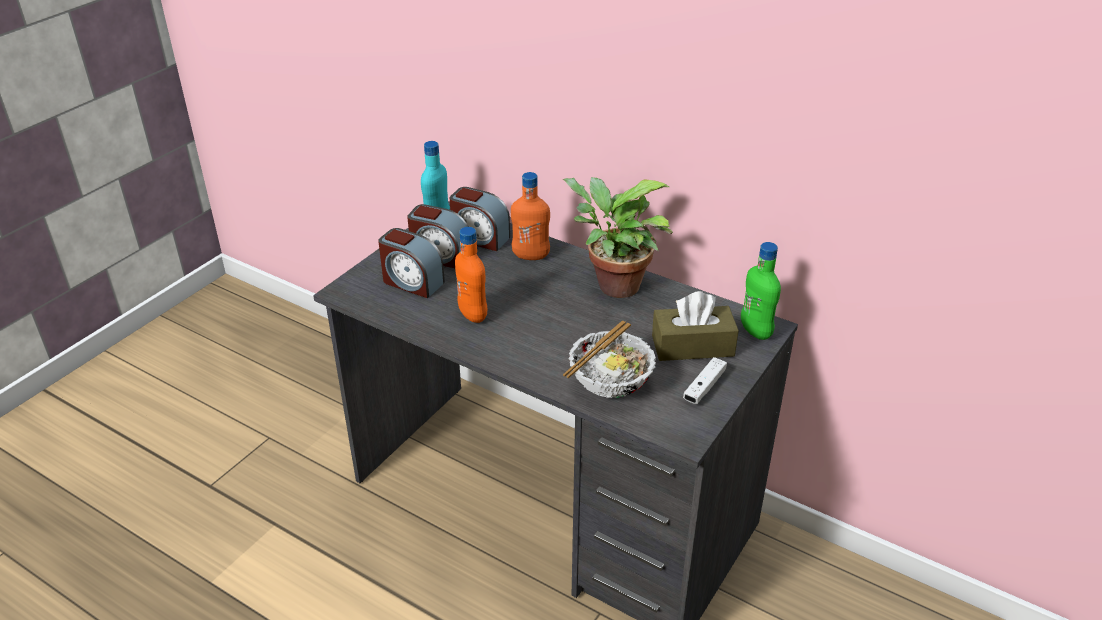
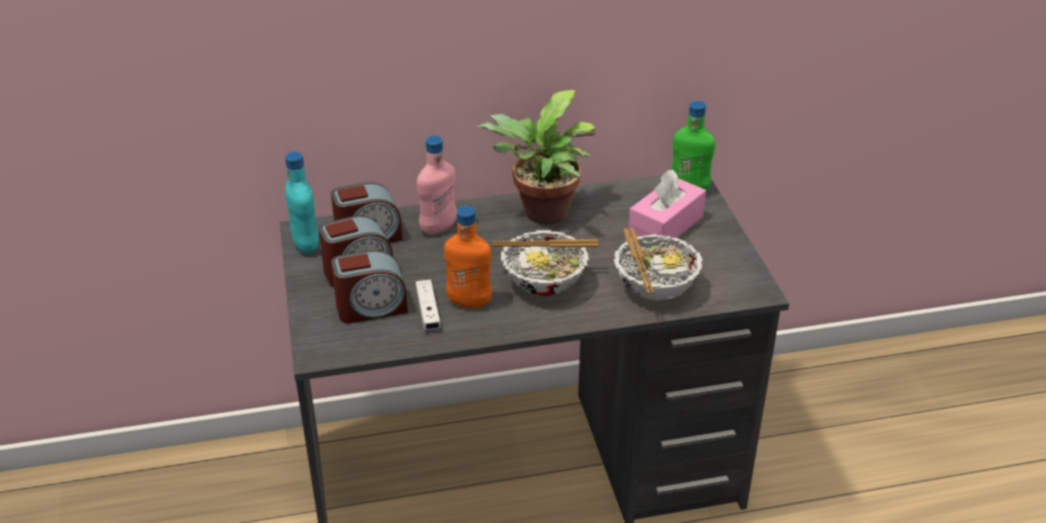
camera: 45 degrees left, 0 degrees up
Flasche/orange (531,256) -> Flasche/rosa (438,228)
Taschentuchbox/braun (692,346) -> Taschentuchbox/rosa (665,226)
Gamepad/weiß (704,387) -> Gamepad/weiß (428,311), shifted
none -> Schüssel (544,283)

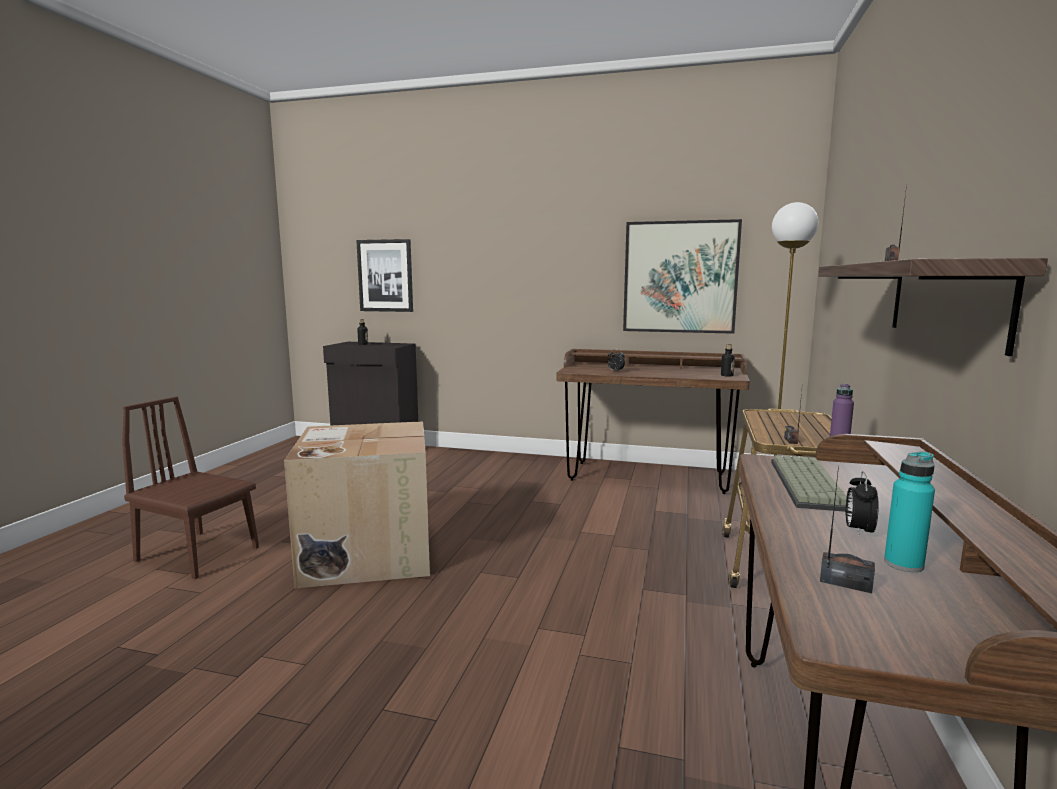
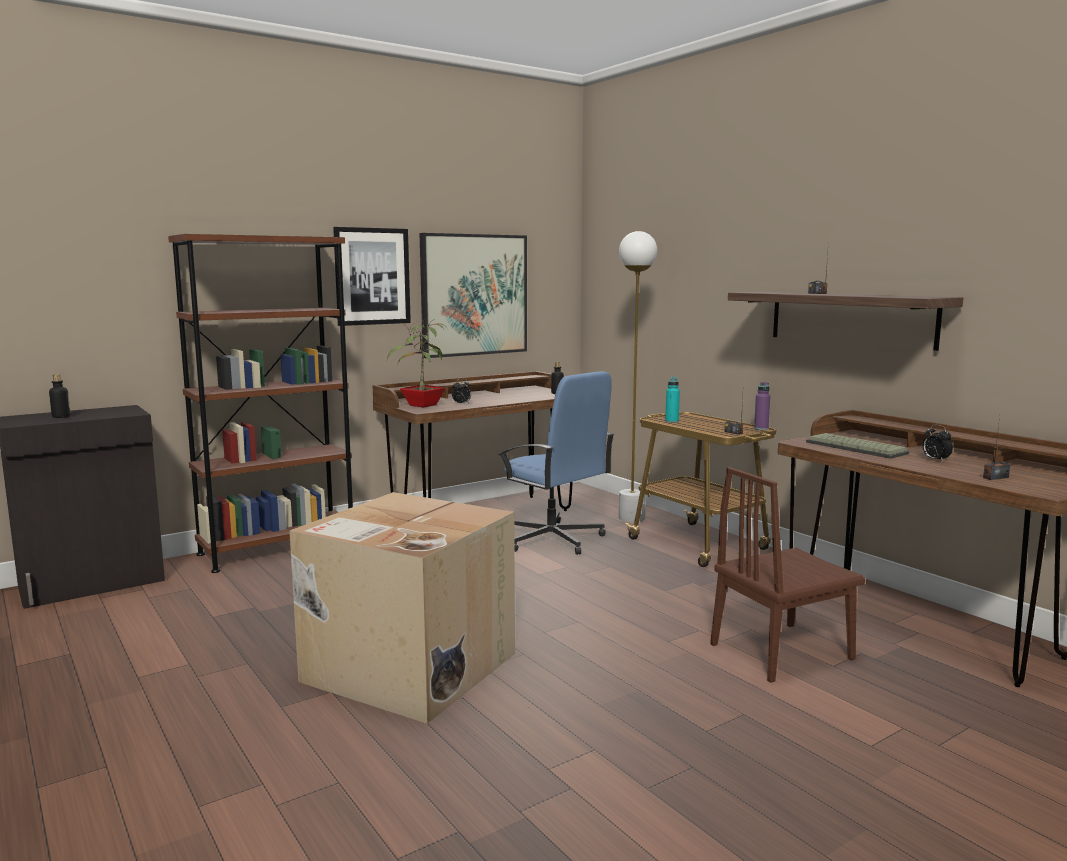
camera: 50 degrees left, 0 degrees up
Bild (385,275) -> Bild (372,276), shifted
Stuhl/braun (198,554) -> Stuhl/braun (781,651), shifted
Flasche/türkis (903,564) -> Flasche/türkis (671,421), shifted
none -> Bücherregal/braun (277,549)
none -> Topfpflanze (421,405)
none -> Bürostuhl/blau (552,539)

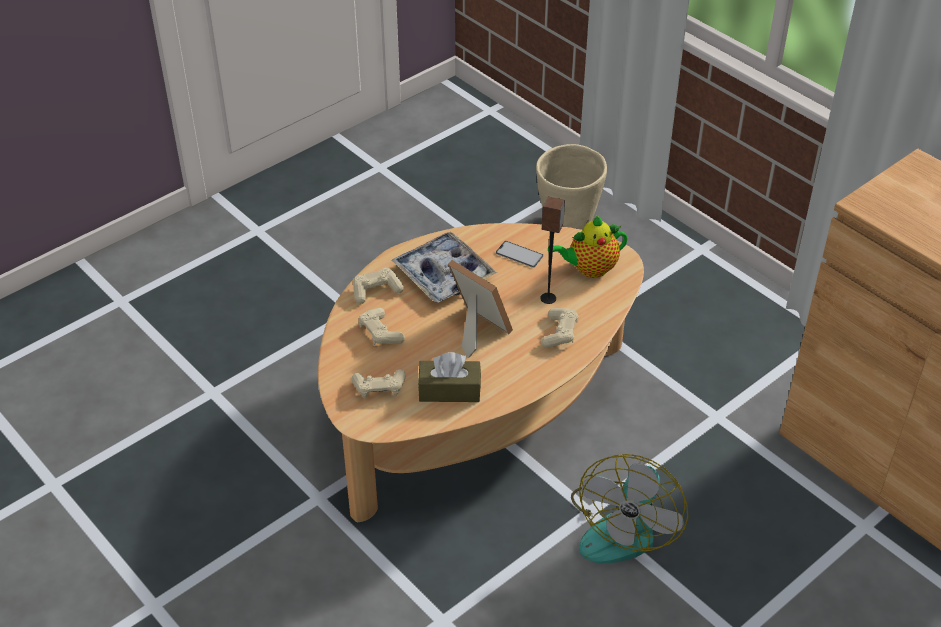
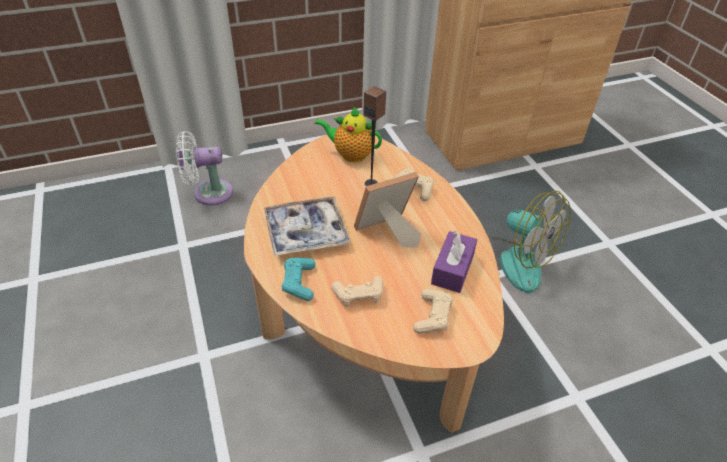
camera: 70 degrees left, 0 degrees up
Pflanzkübel/beige (567,225) -> Ventilator/weiß (209,193)
Teekanne (589,269) -> Teekanne (351,154), 105 degrees clockwise
Handy (519,254) -> none
Gamepad/beige (376,291) -> Gamepad/türkis (299,283)
Taschentuchbox/braun (449,390) -> Taschentuchbox/lila (452,269)

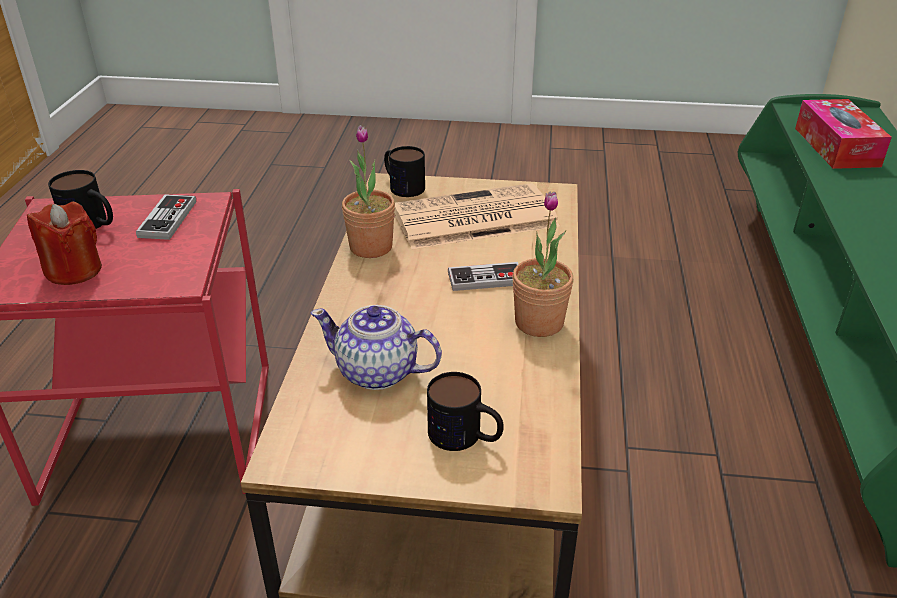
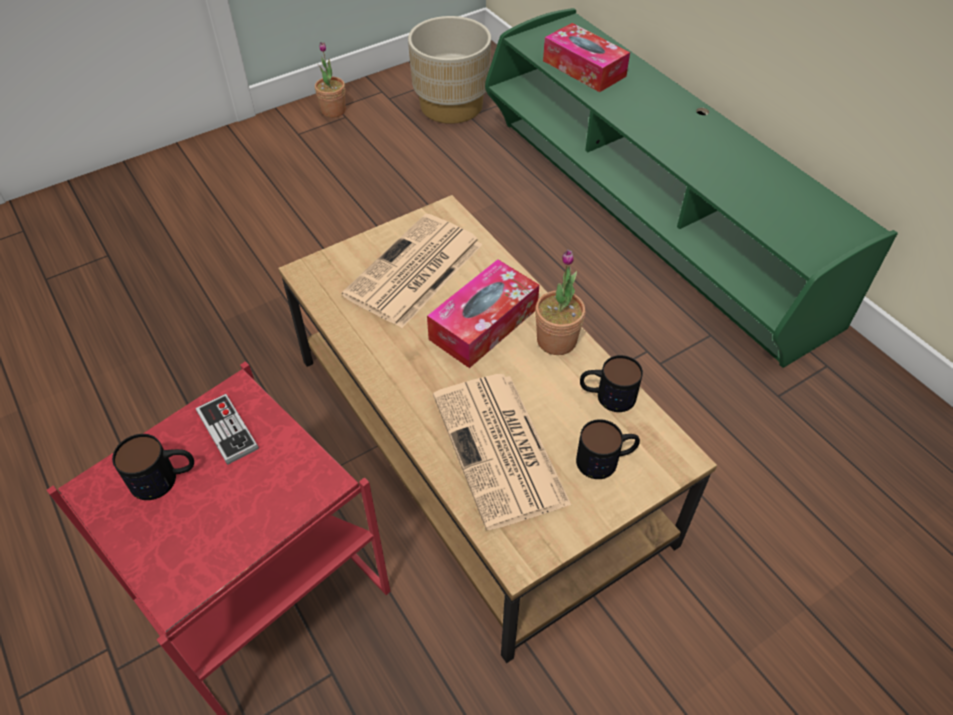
camera: 40 degrees left, 15 degrees up
Topfpflanze (371,247) -> Topfpflanze (333,110), shifted
Henkelbecher (402,185) -> Henkelbecher (607,395), shifted
Kerze/rot (74,271) -> none
Gamepad (485,279) -> Taschentuchbox (483,324)
Teekanne (378,372) -> Zeitung (501,450)
none -> Pflanzkübel/beige (451,106)

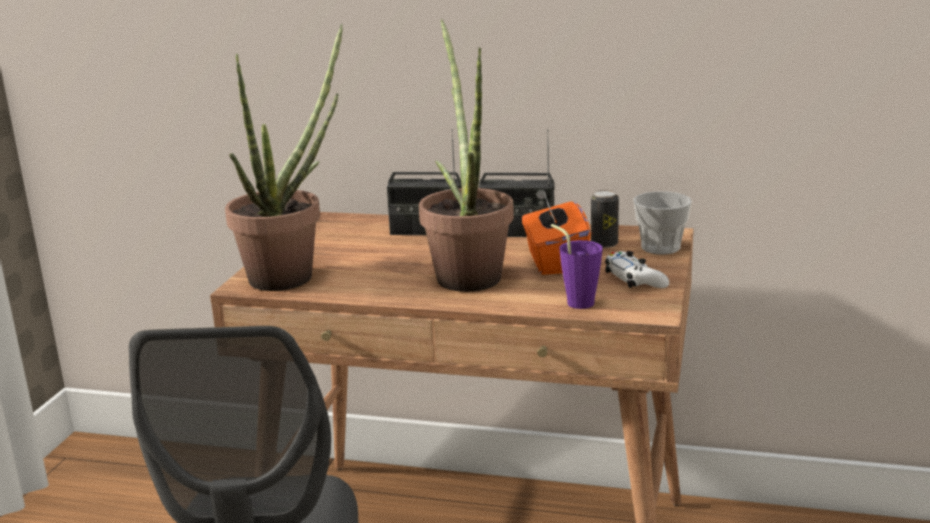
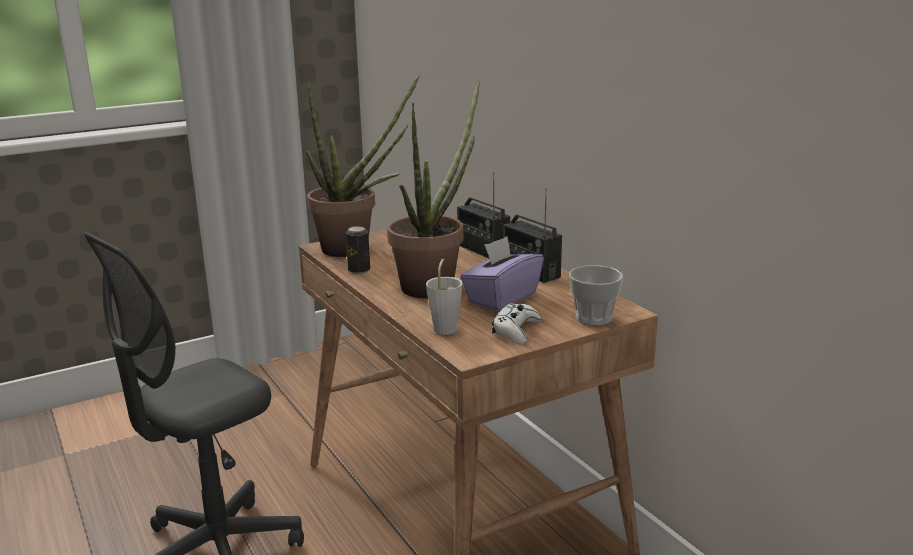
camera: 45 degrees right, 0 degrees up
Taschentuchbox/orange (554,261) -> Taschentuchbox/lila (501,298)
Dose (604,244) -> Dose (359,270), shifted
Tasse/lila (576,301) -> Tasse/grau (446,327)

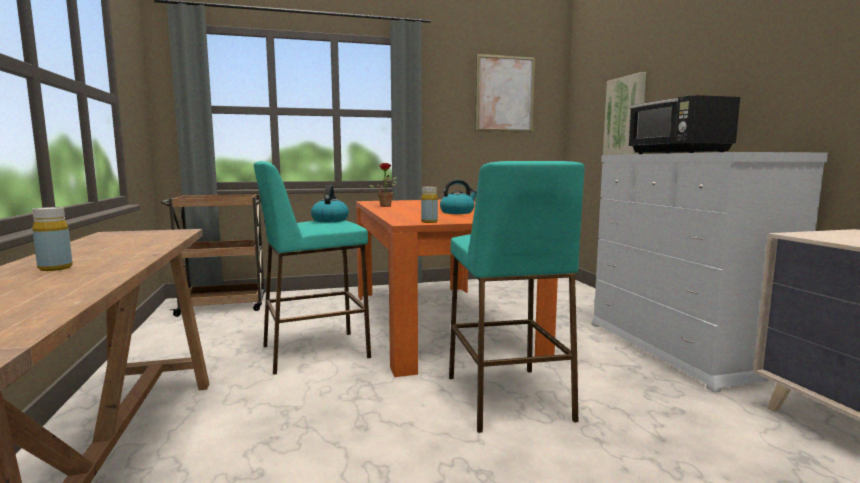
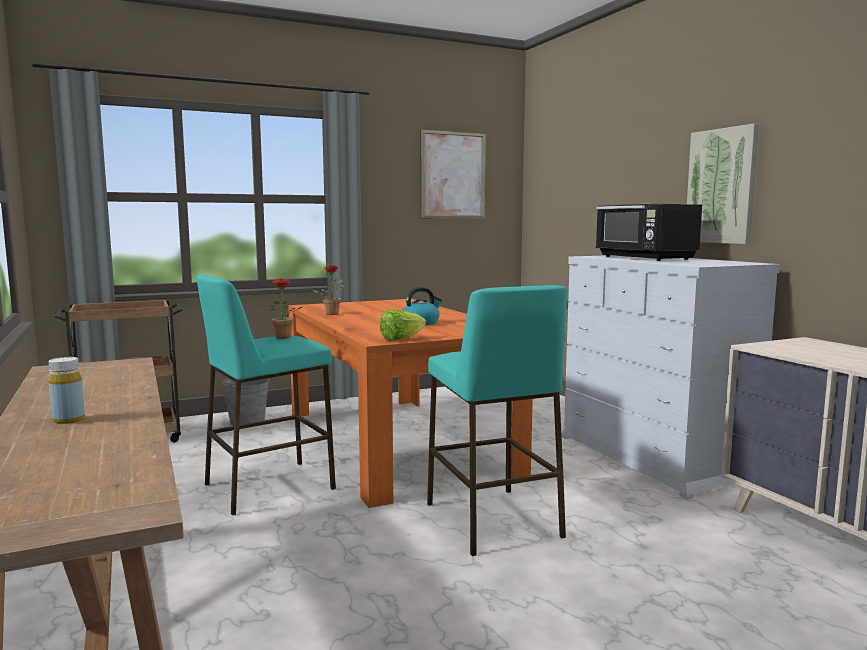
camera: 10 degrees left, 0 degrees up
Bild (625,118) -> Bild (722,186), shifted
Wasserkessel (330,220) -> Topfpflanze (283,338)
Flasche/gelb (429,222) -> Salatkopf (401,339)
none -> Eimer/grau (247,422)

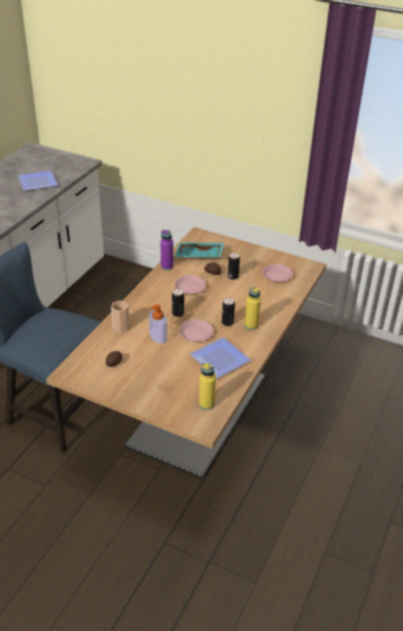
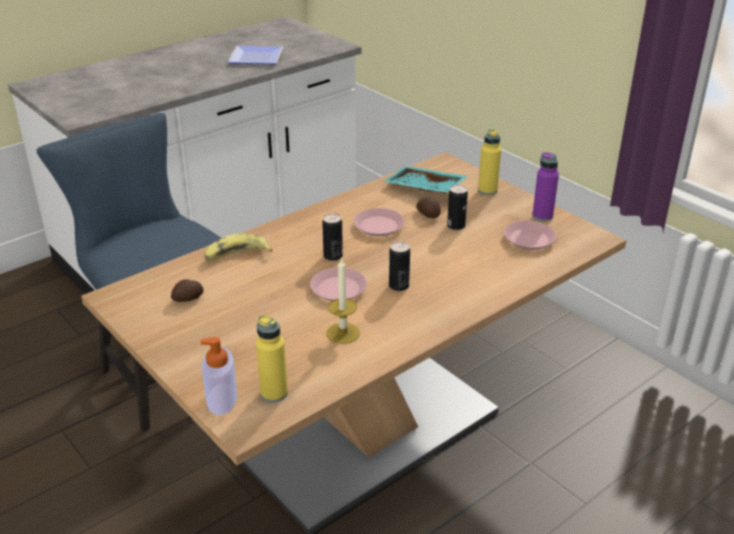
camera: 25 degrees right, 5 degrees down
Flasche/lila (167,266) -> Flasche/lila (542,216), shifted
Flasche/gelb (251,325) -> Flasche/gelb (487,190), shifted
Tasse (121,327) -> Banane (236,255)
Seifenspender (158,336) -> Seifenspender (222,399), shifted
Teller (217,359) -> Kerze (343,333)

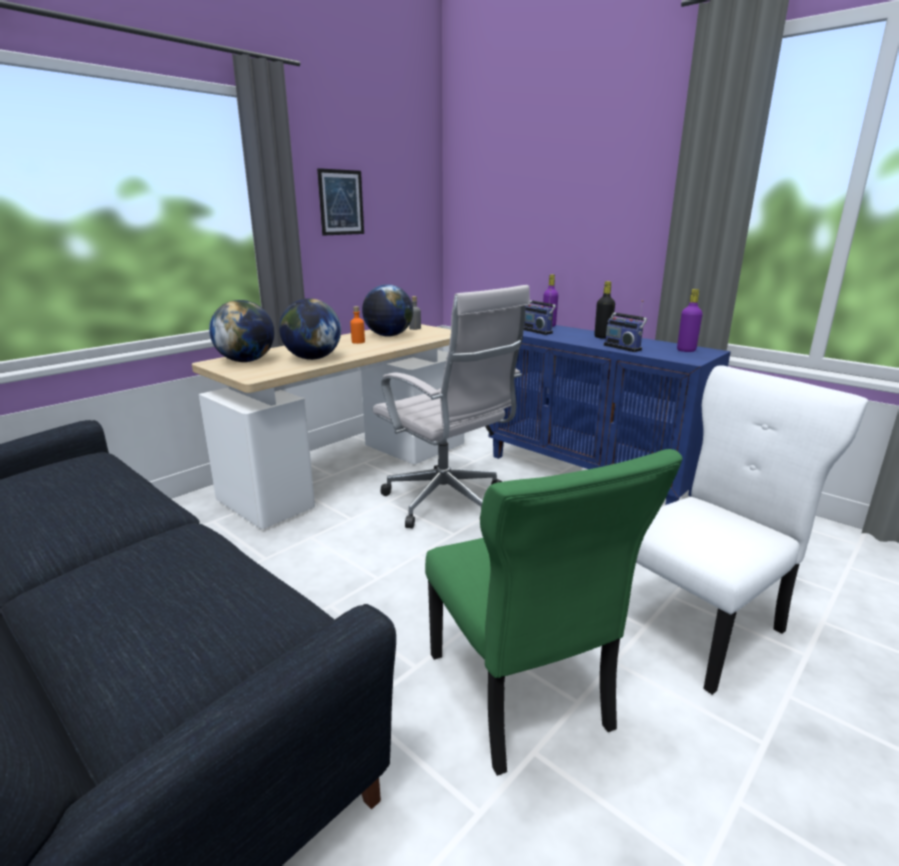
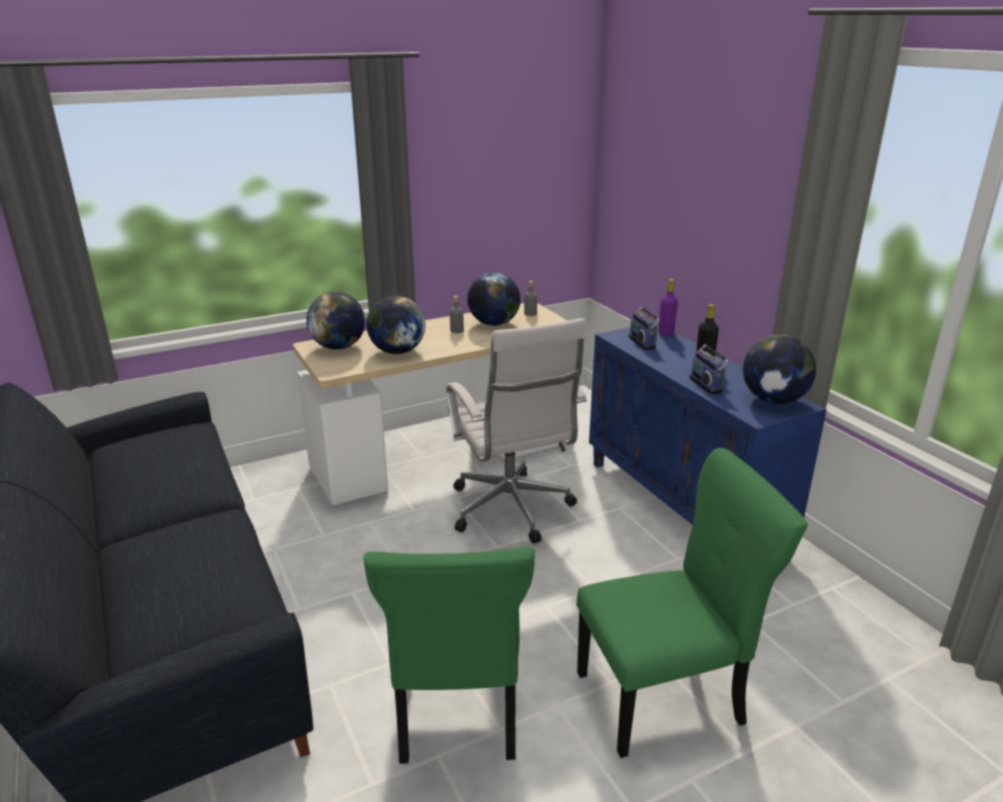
camera: 20 degrees right, 5 degrees up
Bild (341,202) -> none
Flasche/lila (686,350) -> Globus (773,400)
Flasche/orange (358,342) -> Flasche/grau (457,330)
Stuhl/weiß (702,626) -> Stuhl/grün (666,697)

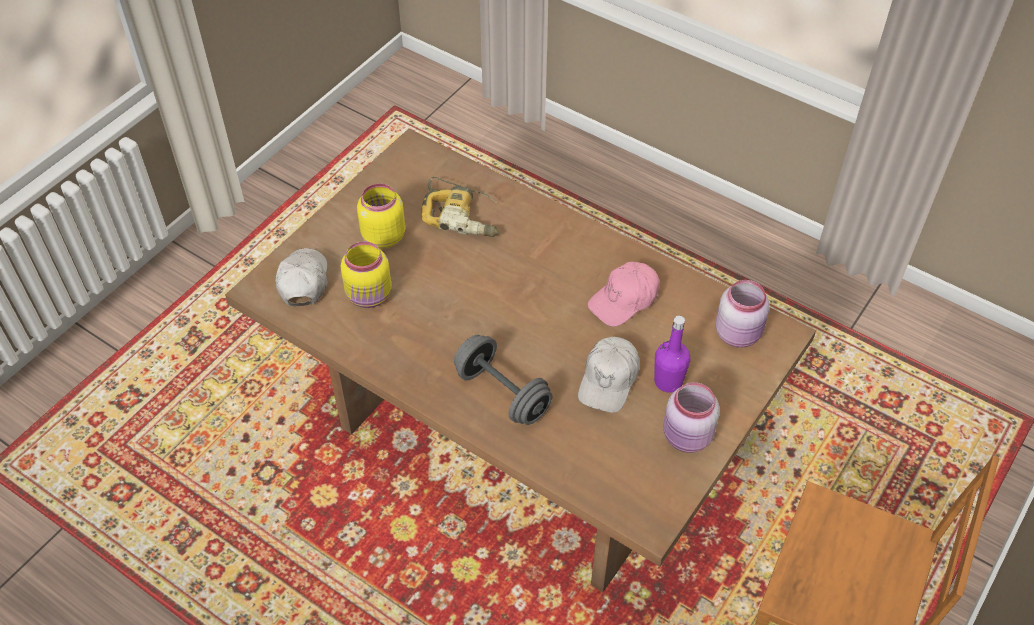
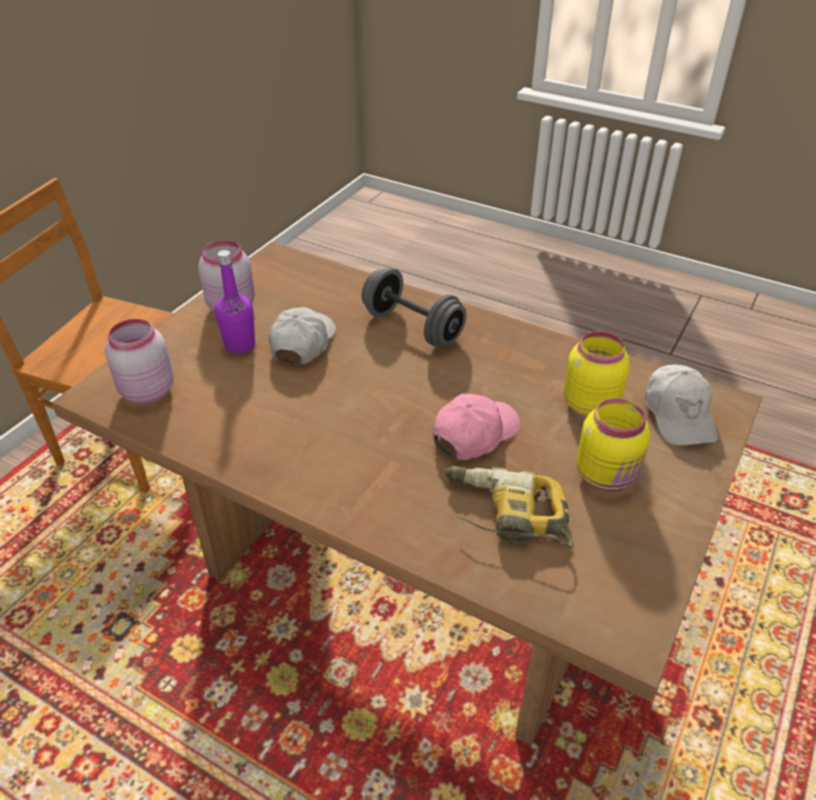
camera: 175 degrees right, 10 degrees down
Kappe/rosa (624,300) -> Kappe/rosa (474,434), shifted

